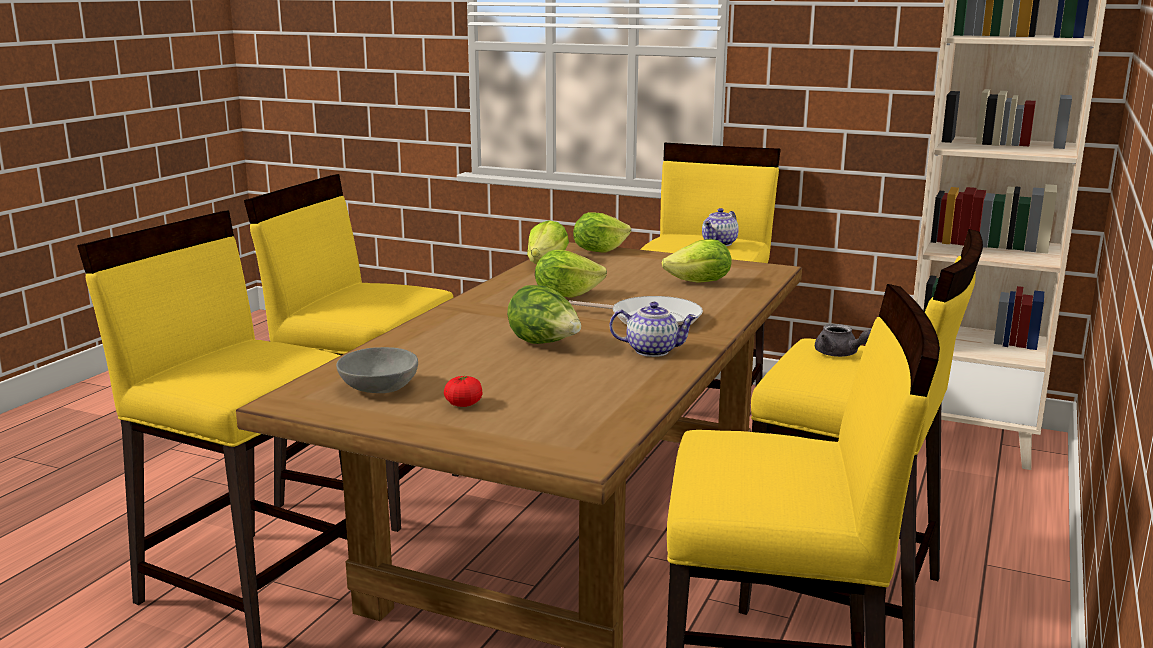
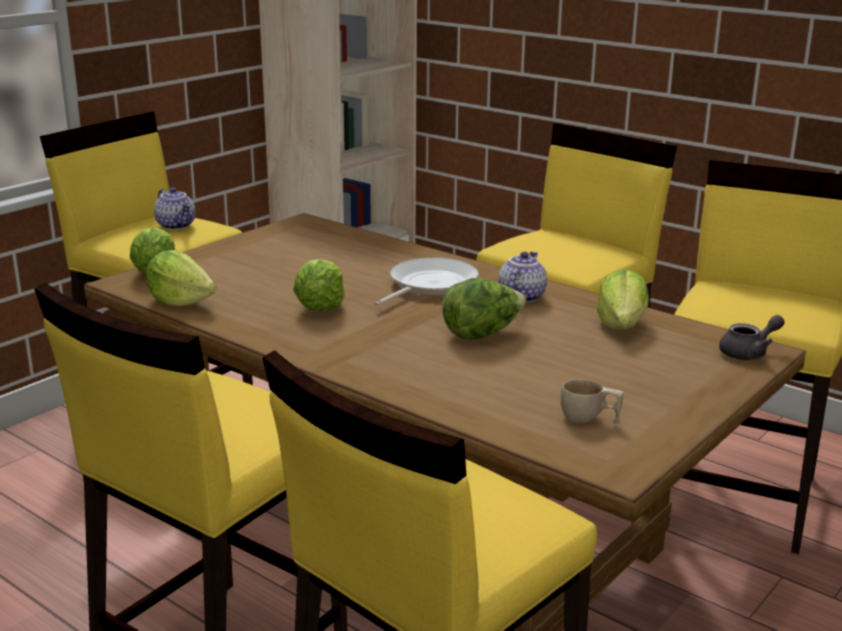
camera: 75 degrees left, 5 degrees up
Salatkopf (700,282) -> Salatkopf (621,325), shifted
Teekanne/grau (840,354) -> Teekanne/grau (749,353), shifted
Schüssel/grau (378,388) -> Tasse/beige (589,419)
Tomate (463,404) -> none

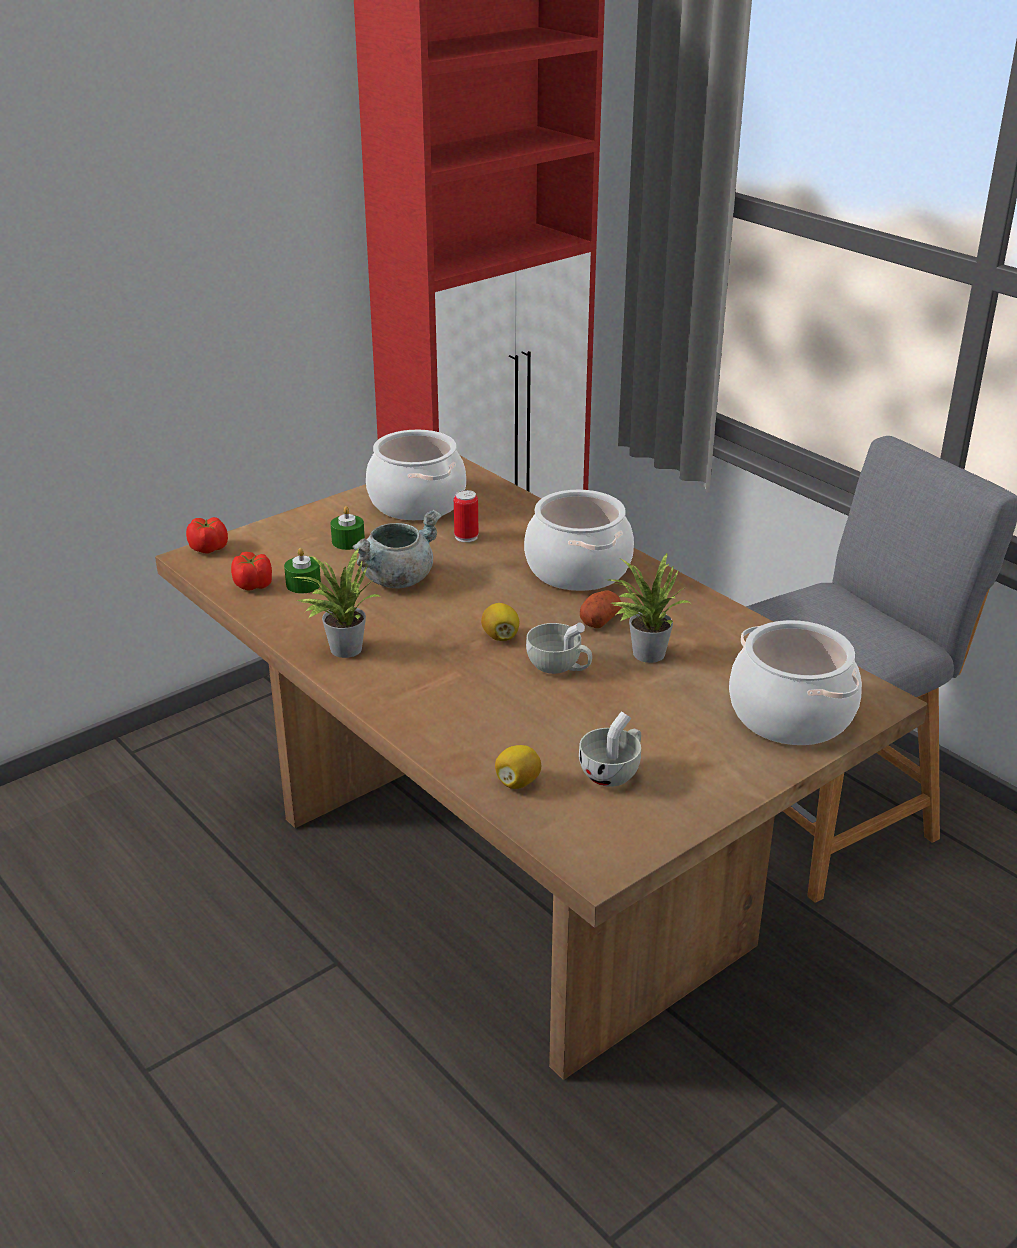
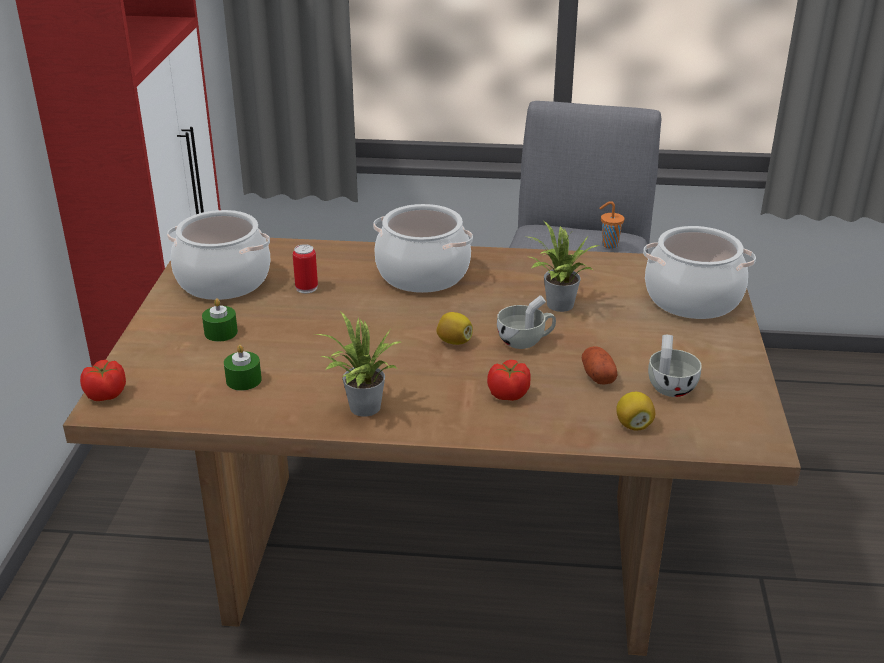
camera: 45 degrees left, 0 degrees up
Kochtopf/grau (397,579) -> none
Tomate (253,585) -> Tomate (508,394), shifted
Kartoffel (600,620) -> Kartoffel (597,376), shifted
none -> Tasse/orange (608,245)

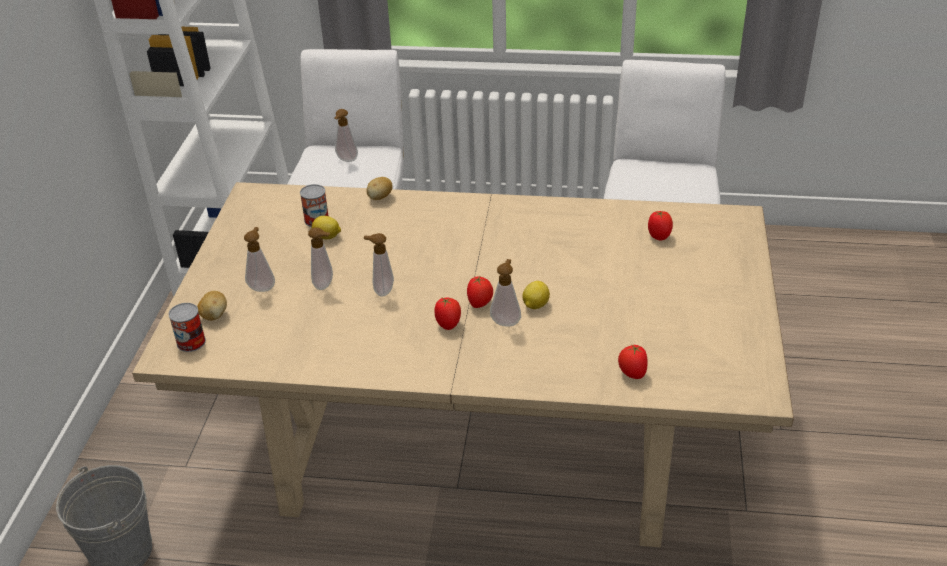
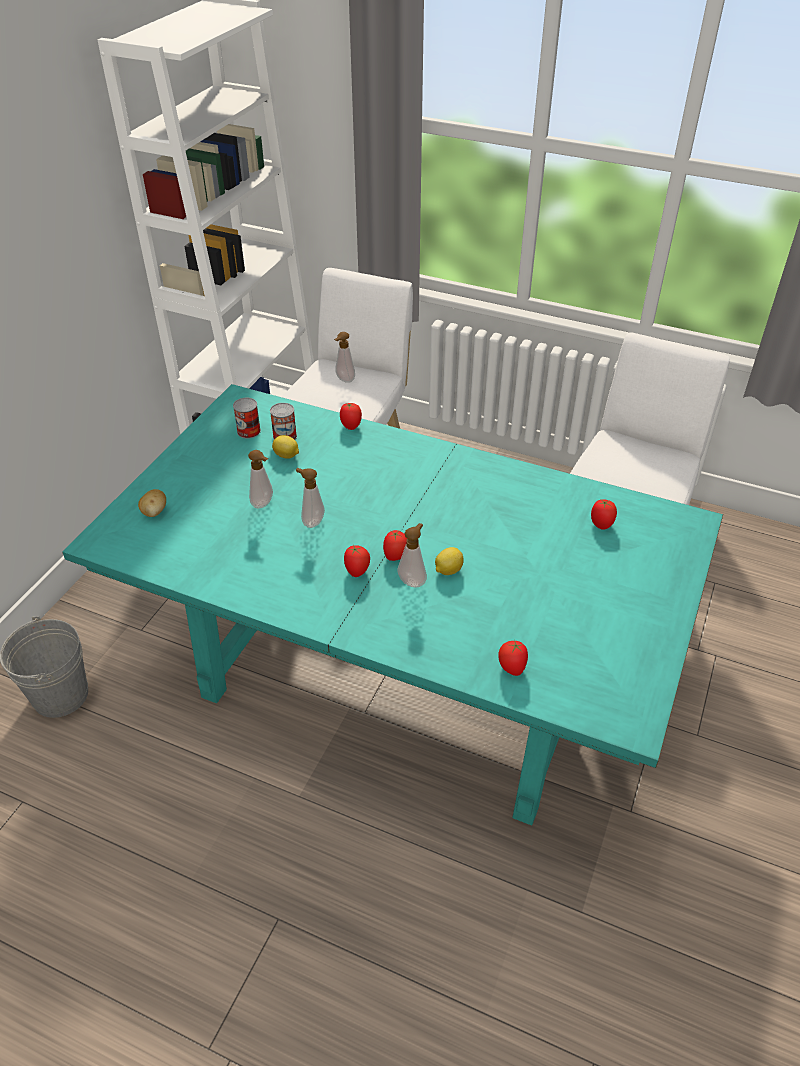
camera: 15 degrees right, 5 degrees up
Kartoffel (380,198) -> Tomate (351,426)
Esstisch/beige (477,447) -> Esstisch/türkis (397,678)
Seifenspender (262,287) -> none
Dose (191,342) -> Dose (248,431), shifted

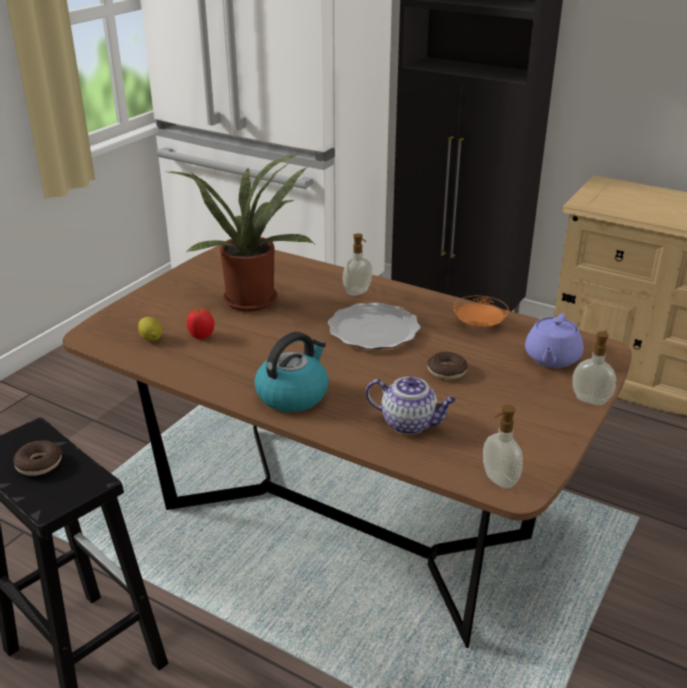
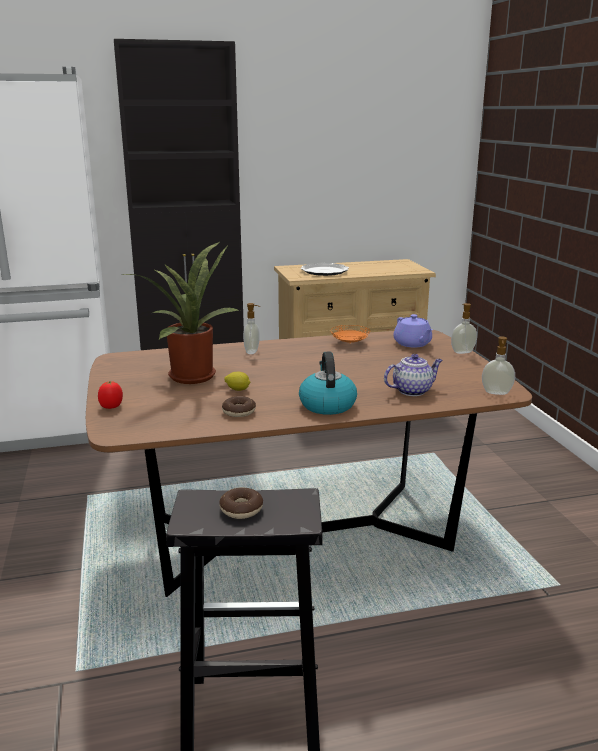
camera: 45 degrees left, 10 degrees down
Teller (373,330) -> Teller (324,271), shifted
Tomate (201,336) -> Tomate (111,406), shifted
Zitrone (151,338) -> Zitrone (238,390), shifted
Donut (446,371) -> Donut (239,412), shifted

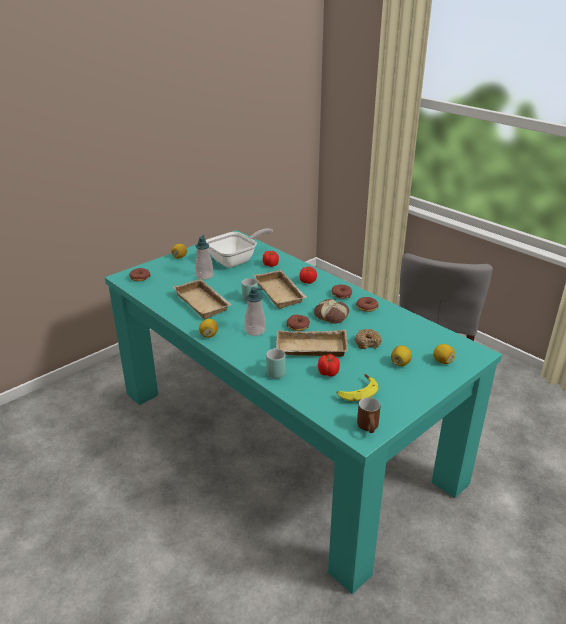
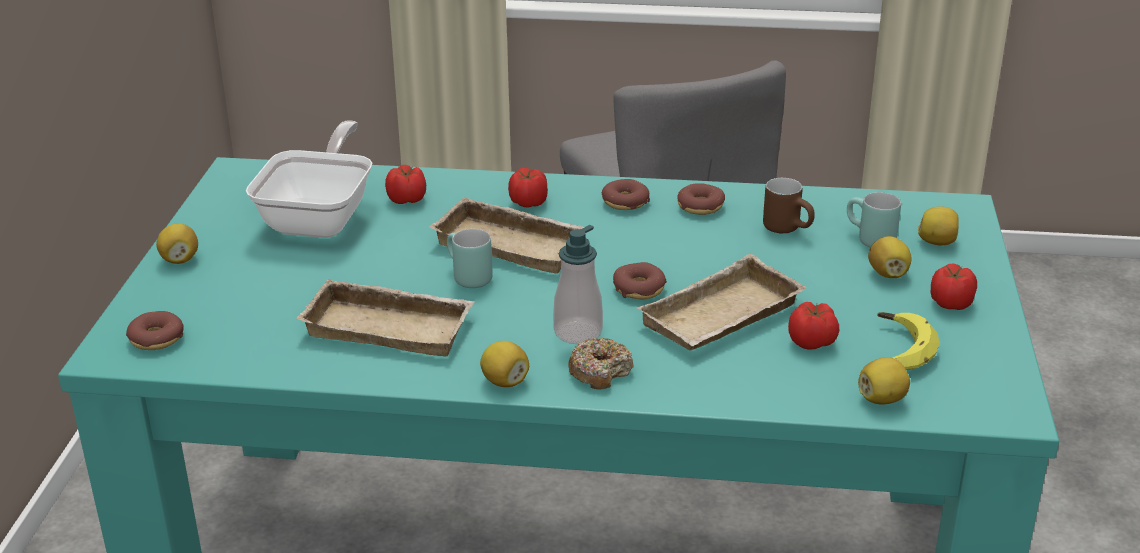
camera: 40 degrees left, 0 degrees up
Seifenspender (204,276) -> none
Brot (331,315) -> none
Donut (367,343) -> Donut (600,372), shifted
Henkelbecher/türkis (274,371) -> Henkelbecher/türkis (868,240), shifted
Henkelbecher/braun (370,428) -> Henkelbecher/braun (789,229), shifted
none -> Tomate (950,304)
none -> Zitrone (882,399)

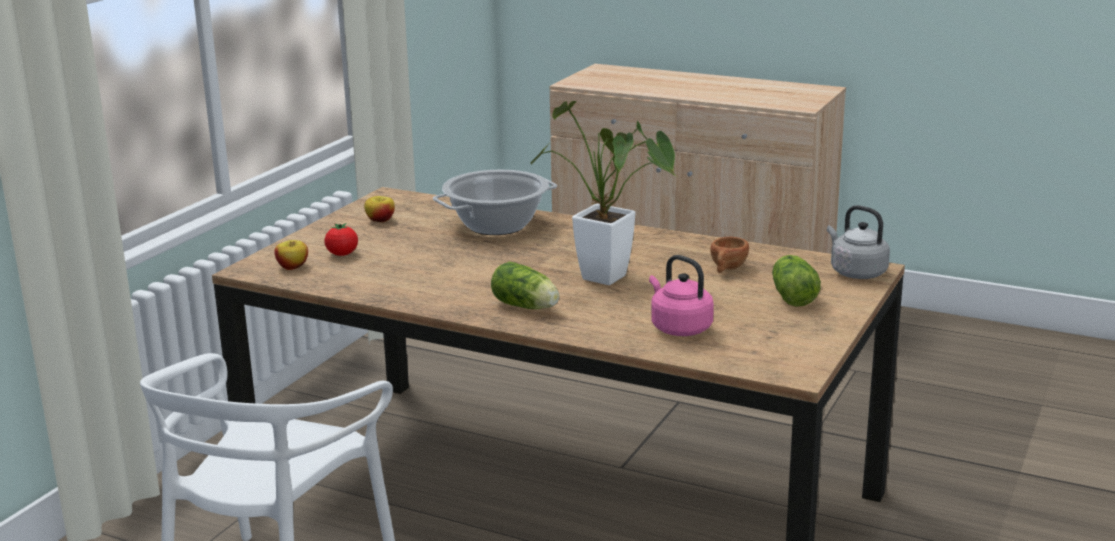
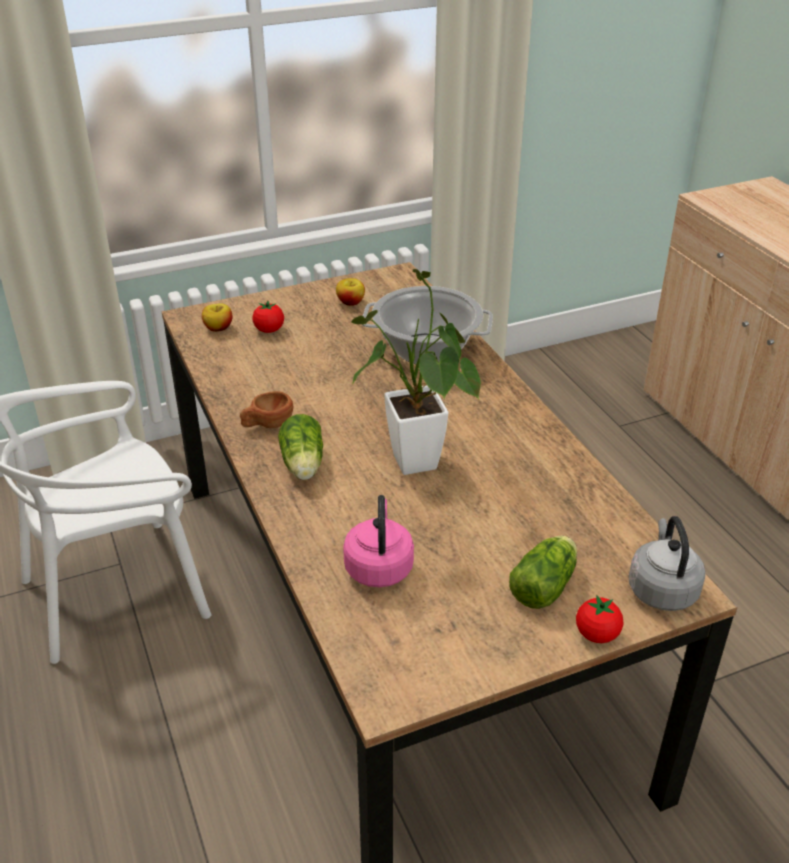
camera: 40 degrees right, 15 degrees up
Tasse/braun (727,269) -> Tasse/braun (267,425), shifted
none -> Tomate (597,634)

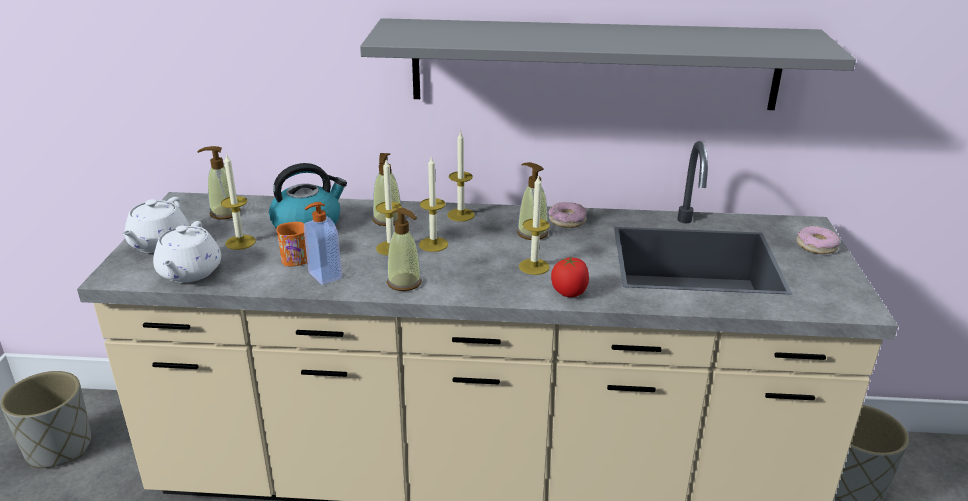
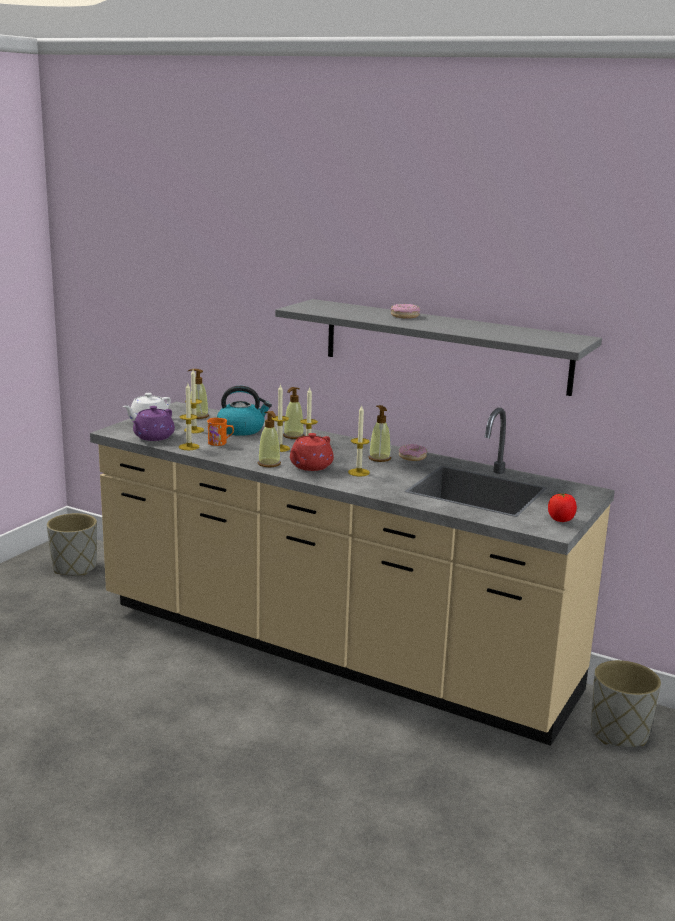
camera: 25 degrees right, 10 degrees down
Kerze (461,215) -> Kerze (189,447), shifted
Seifenspender (324,276) -> none
Teekanne/weiß (189,272) -> Teekanne/lila (153,437)
Donut (816,246) -> Donut (404,316), shifted
Tomate (569,292) -> Tomate (561,520), shifted
none -> Teekanne/rot (310,466)

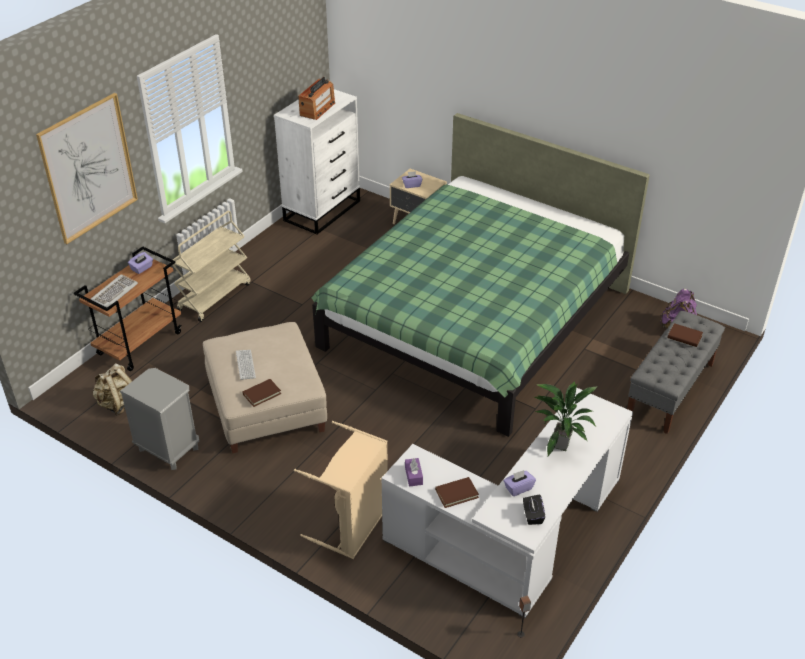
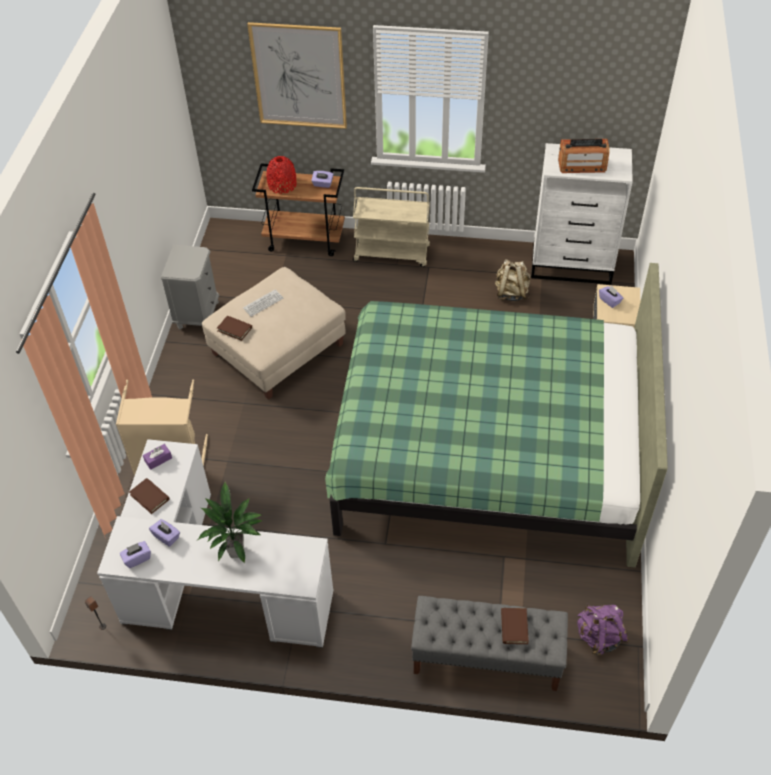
camera: 65 degrees right, 10 degrees up
Tastatur (114,292) -> Vase/rot (282,185)
Rucksack/beige (118,404) -> Rucksack/beige (511,293), shifted
Taschentuchbox/schwarz (532,515) -> Taschentuchbox/lila (137,558)

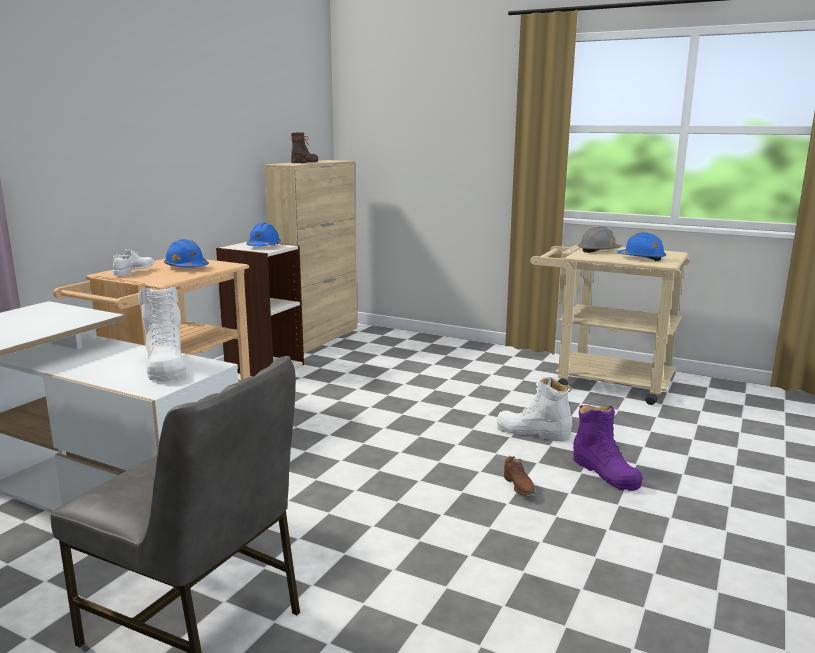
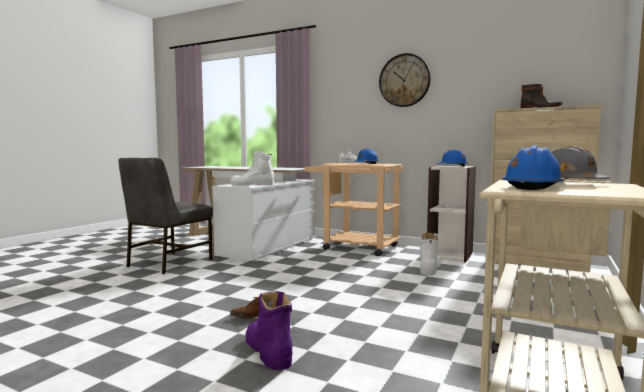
camera: 90 degrees right, 10 degrees down
Stiefel/weiß (532,432) -> Stiefel/weiß (430,268), shifted
Stiefel/lila (605,472) -> Stiefel/lila (268,351), 90 degrees clockwise
none -> Wanduhr (404,80)

